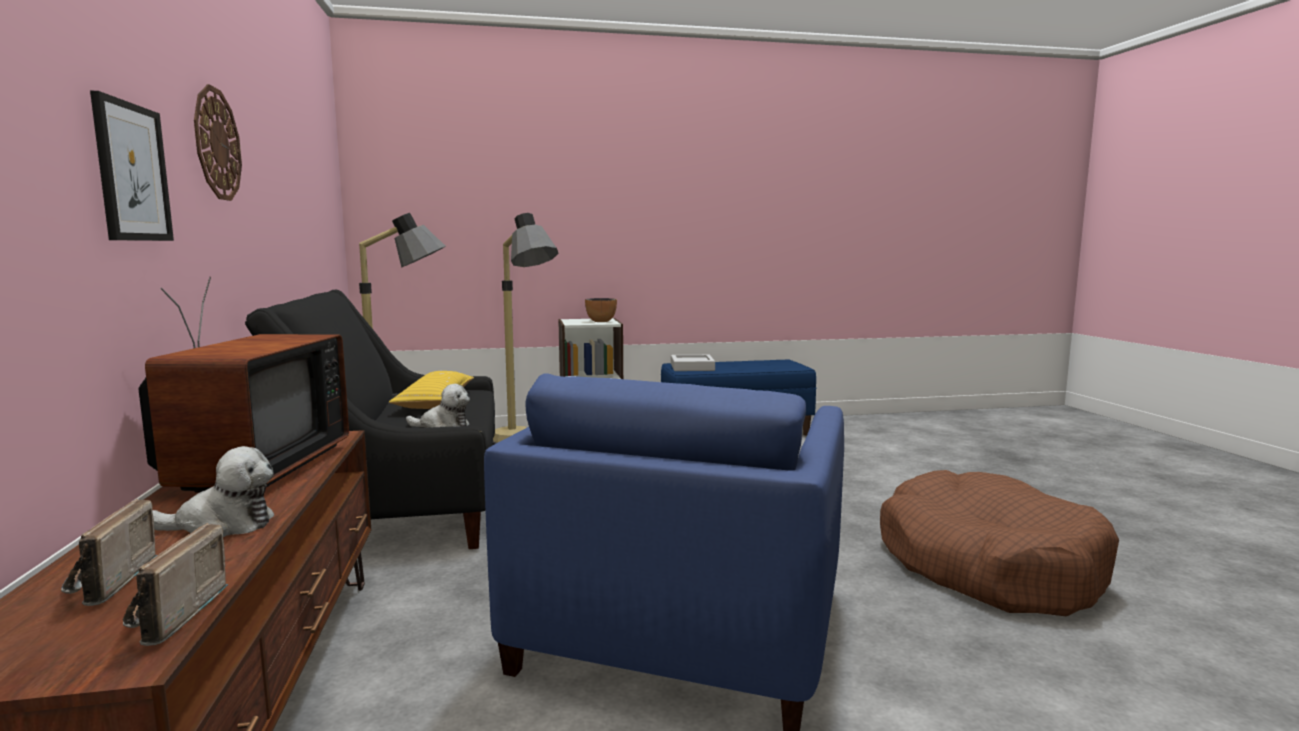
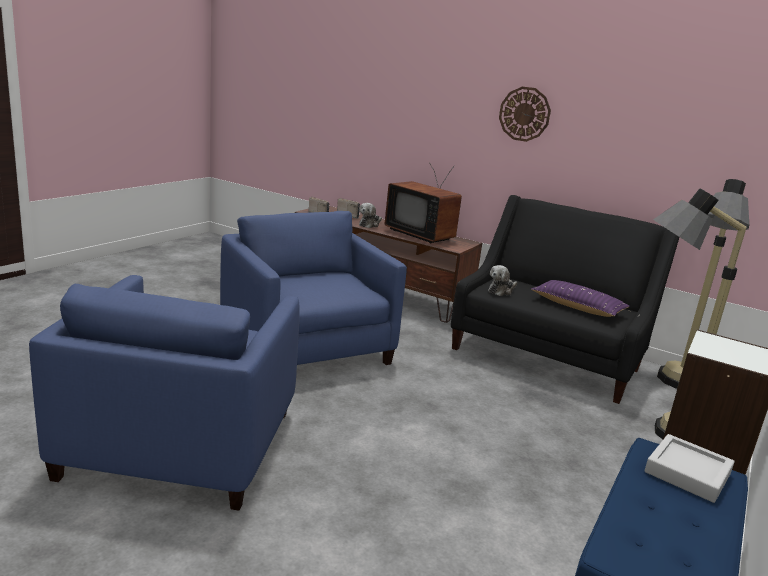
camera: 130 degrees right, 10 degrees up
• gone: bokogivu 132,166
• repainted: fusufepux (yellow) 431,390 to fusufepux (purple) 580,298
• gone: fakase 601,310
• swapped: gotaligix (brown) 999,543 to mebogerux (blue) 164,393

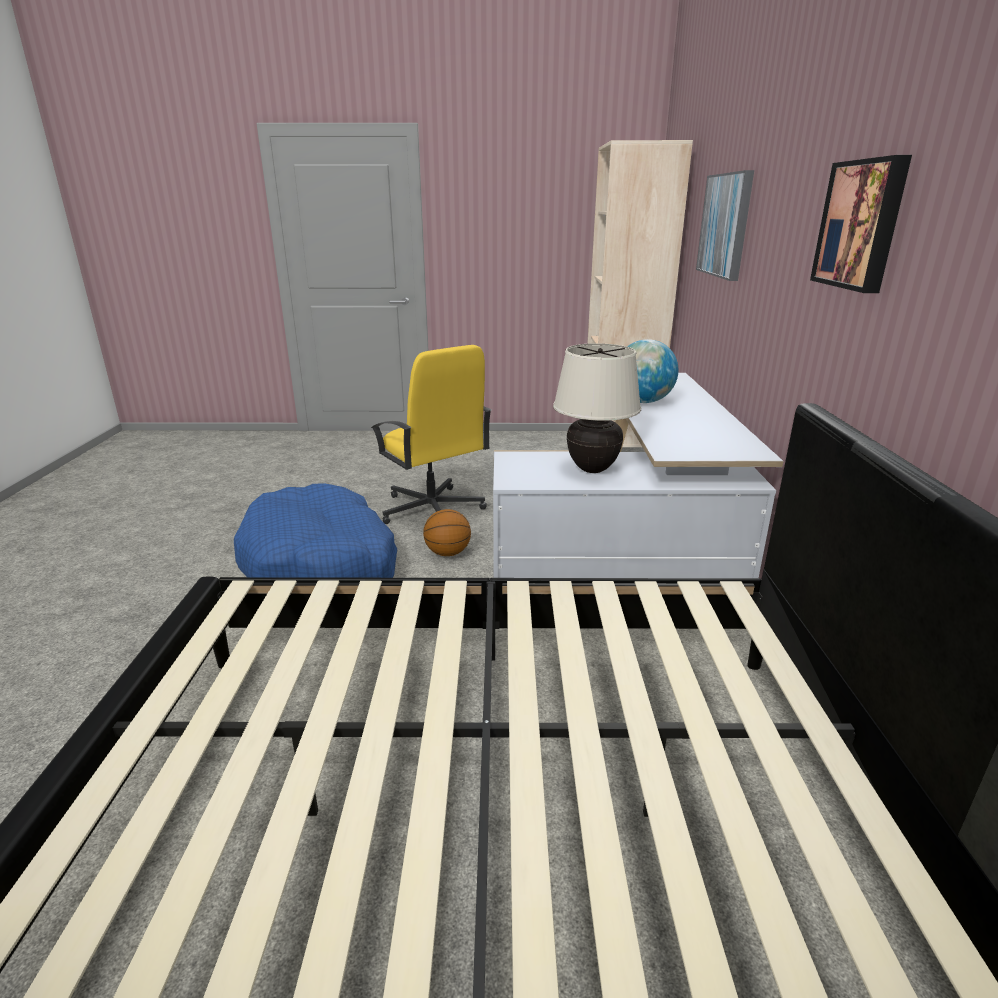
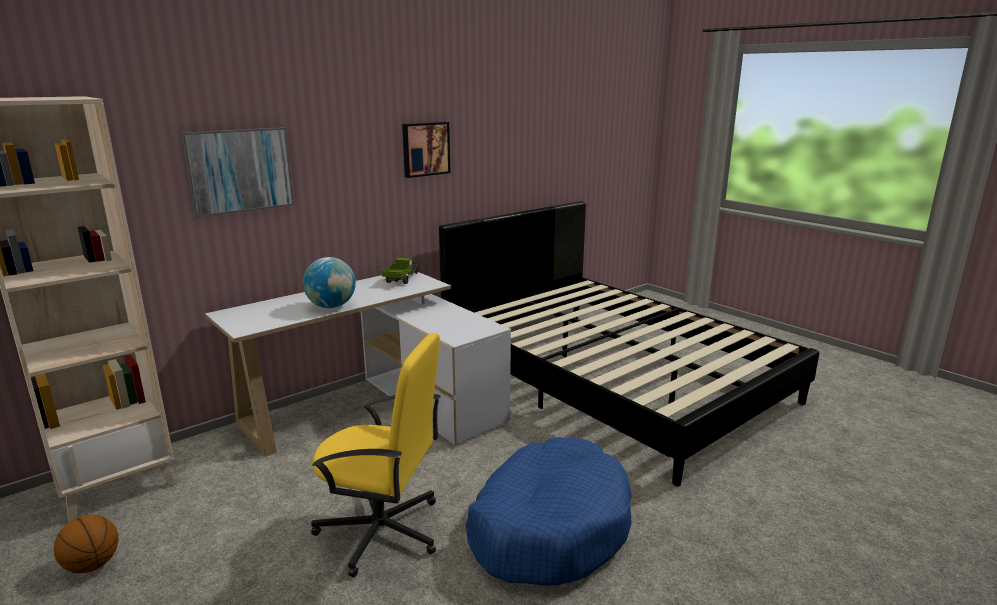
camera: 130 degrees left, 5 degrees down
• rotated: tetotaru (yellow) 431,434 = 376,455 90 degrees clockwise
• shifted: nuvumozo 447,532 to 86,544
• gone: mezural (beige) 597,408
• new: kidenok 400,271

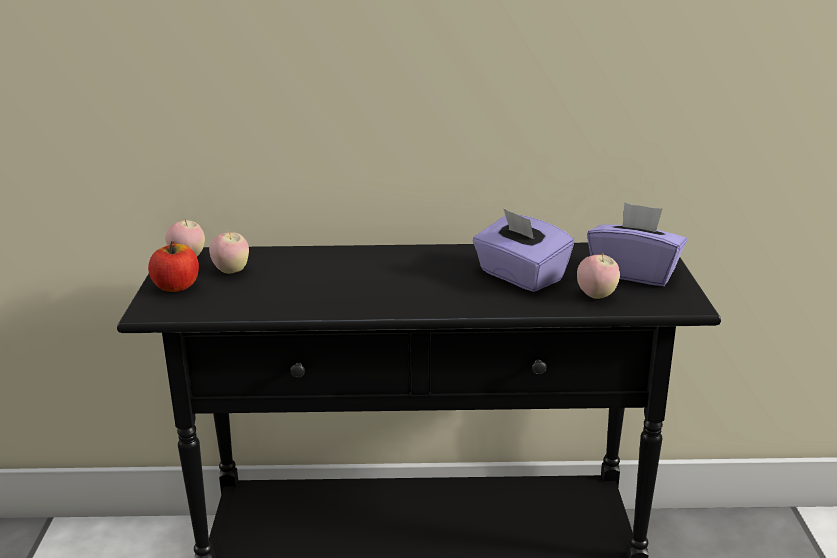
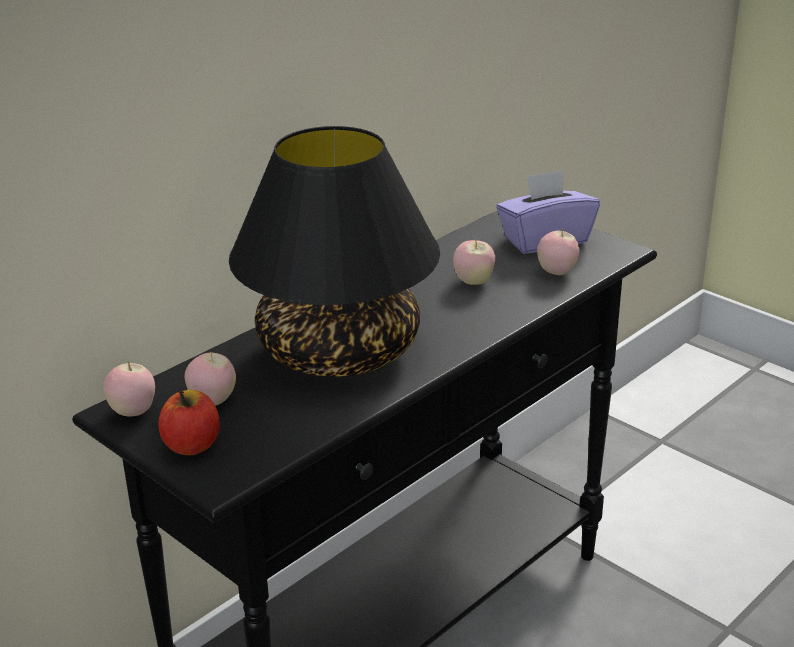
camera: 45 degrees left, 5 degrees up
• swapped: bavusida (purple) 523,250 to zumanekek 474,262
• new: mezural (black) 334,251

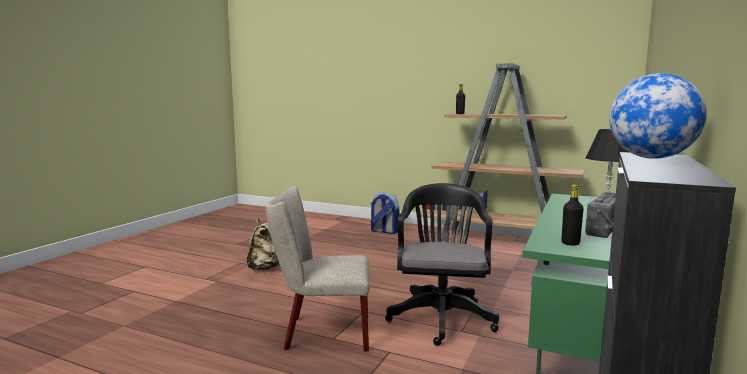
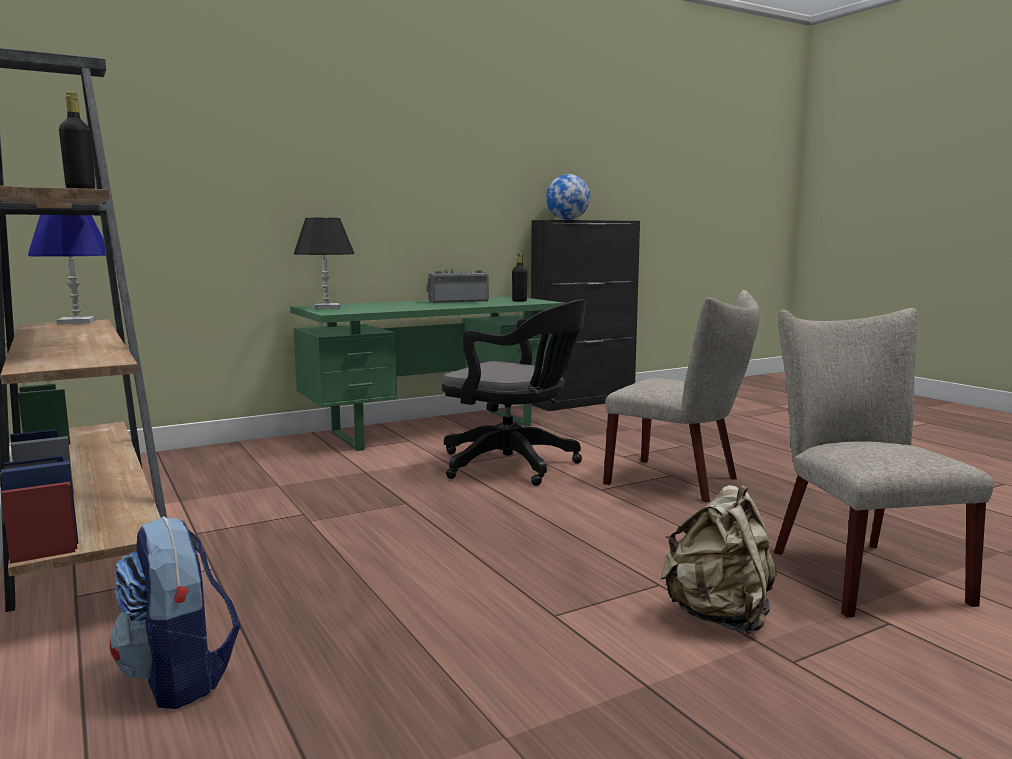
camera: 145 degrees left, 0 degrees up
• rotated: tetotaru (black) 442,264 = 514,392 105 degrees counterclockwise
• new: mezural (blue) 67,270
• new: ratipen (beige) 884,463

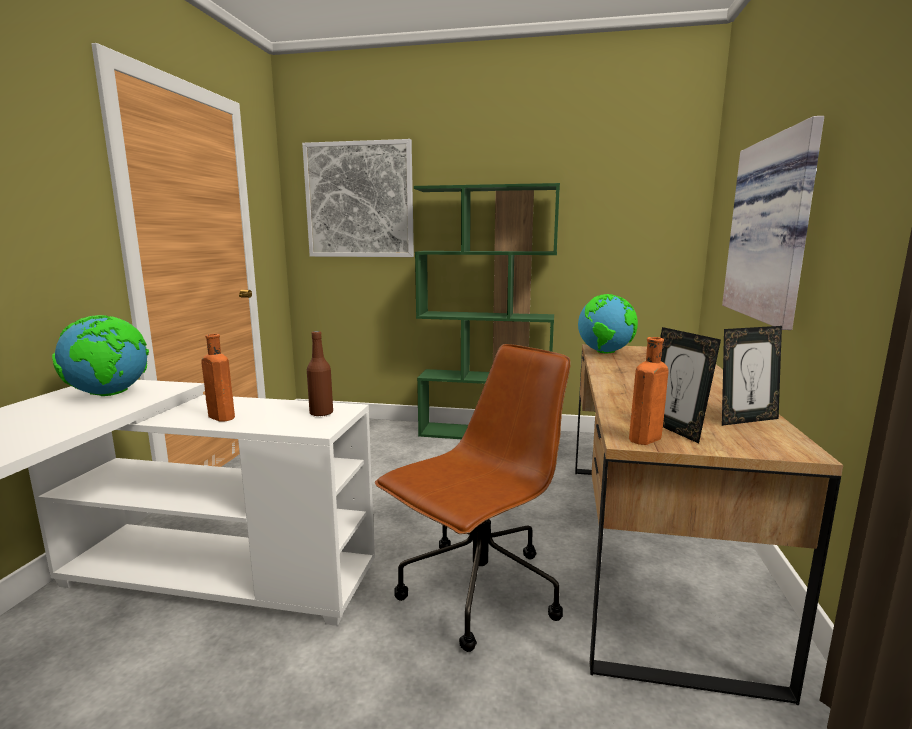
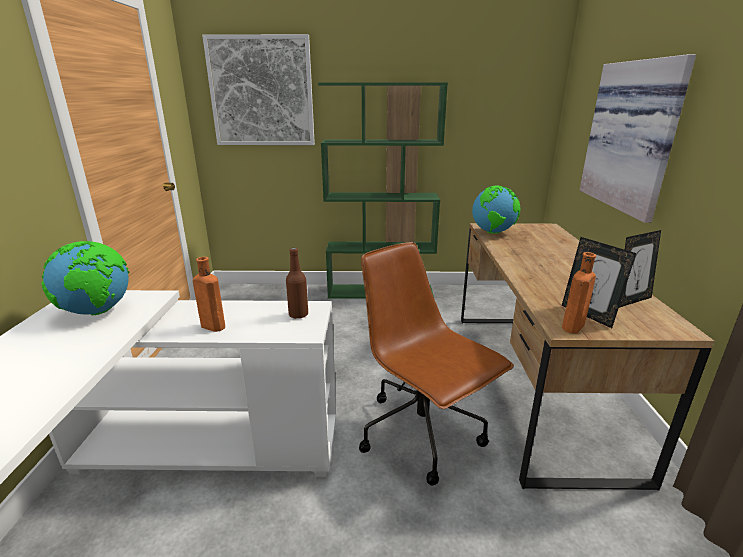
camera: 10 degrees left, 10 degrees up
• rotated: tetotaru (brown) 473,498 = 436,364 75 degrees counterclockwise

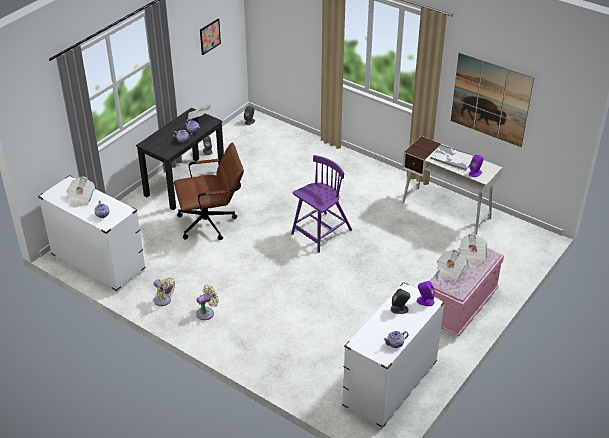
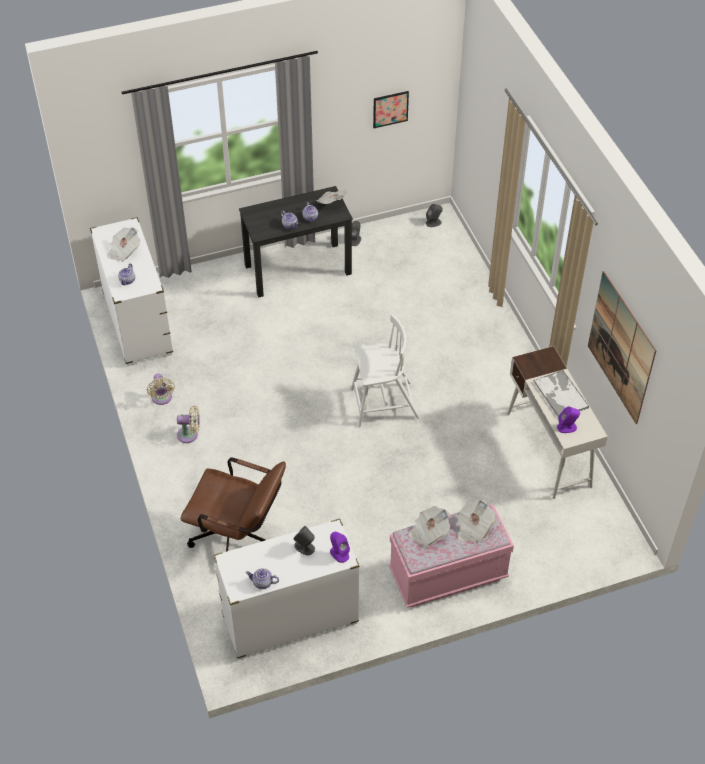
camera: 35 degrees right, 10 degrees up
• shifted: tetotaru (brown) 209,191 to 233,504
• repainted: ratipen (purple) 321,204 to ratipen (white) 385,370

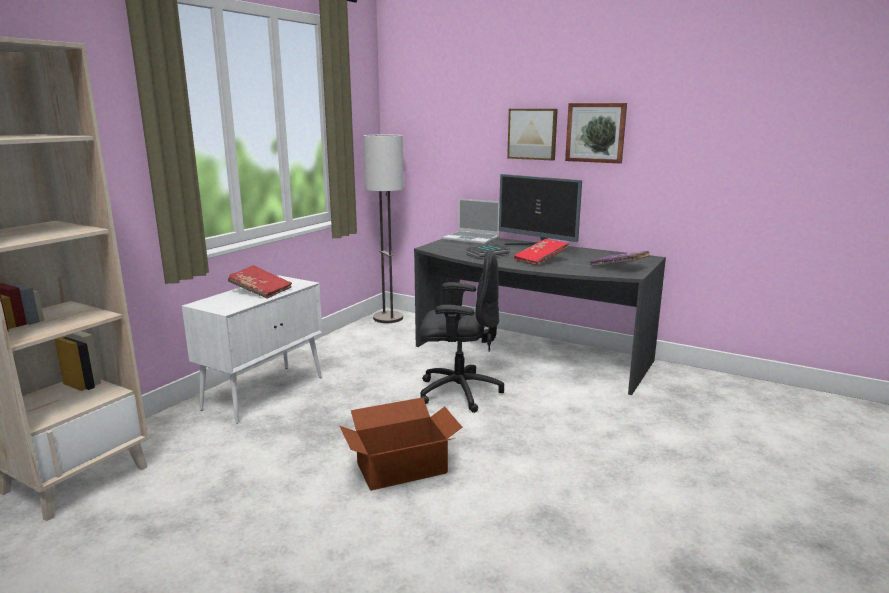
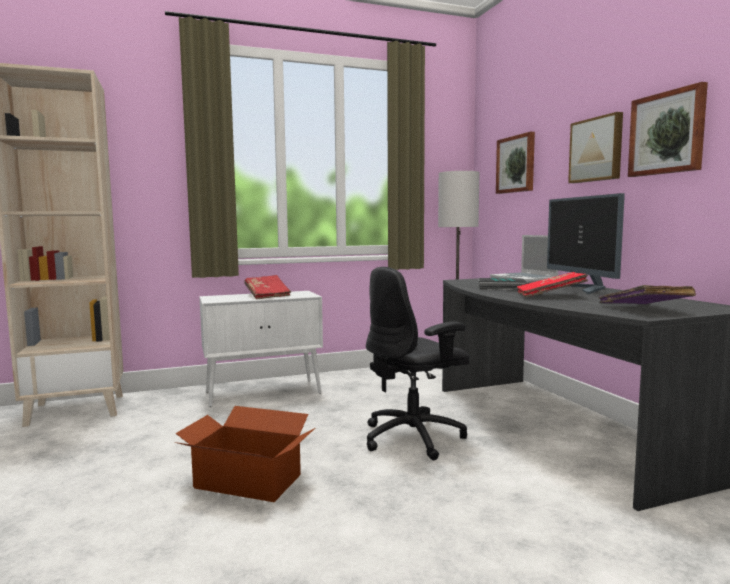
camera: 40 degrees right, 10 degrees down
• rotated: tetotaru (black) 462,331 = 418,363 105 degrees clockwise
• new: bokogivu 515,163

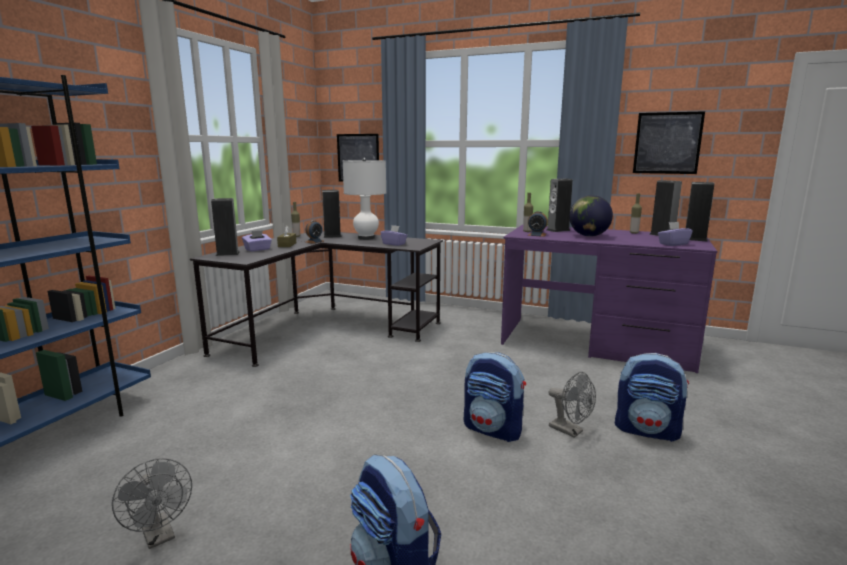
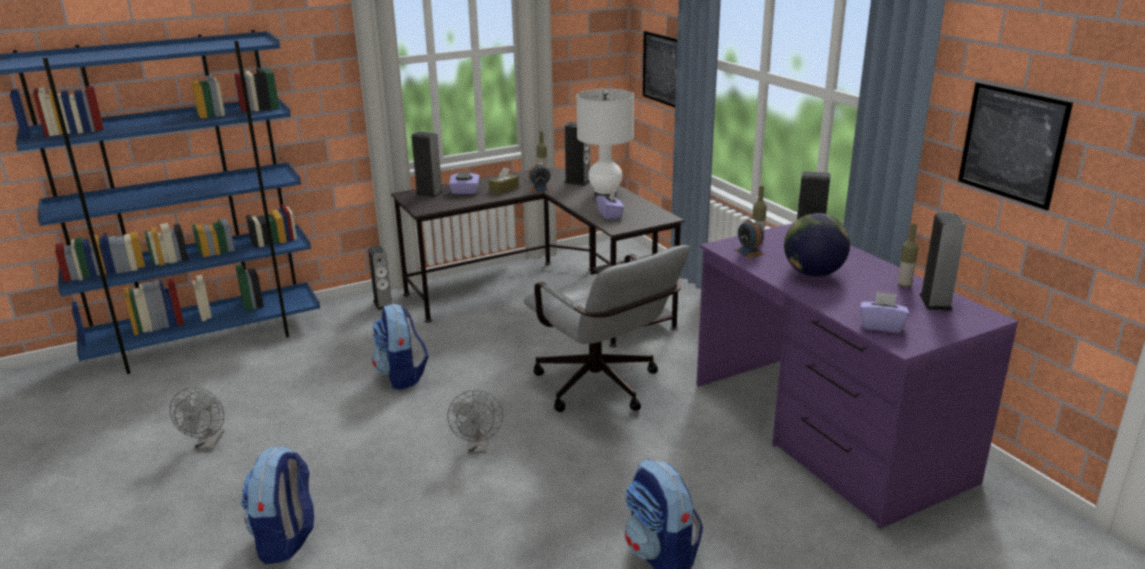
camera: 40 degrees right, 10 degrees up
• shifted: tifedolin 495,397 to 400,347
• shifted: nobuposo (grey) 572,405 to 475,422
• shifted: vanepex 700,212 to 380,277
• new: tetotaru (grey) 607,328

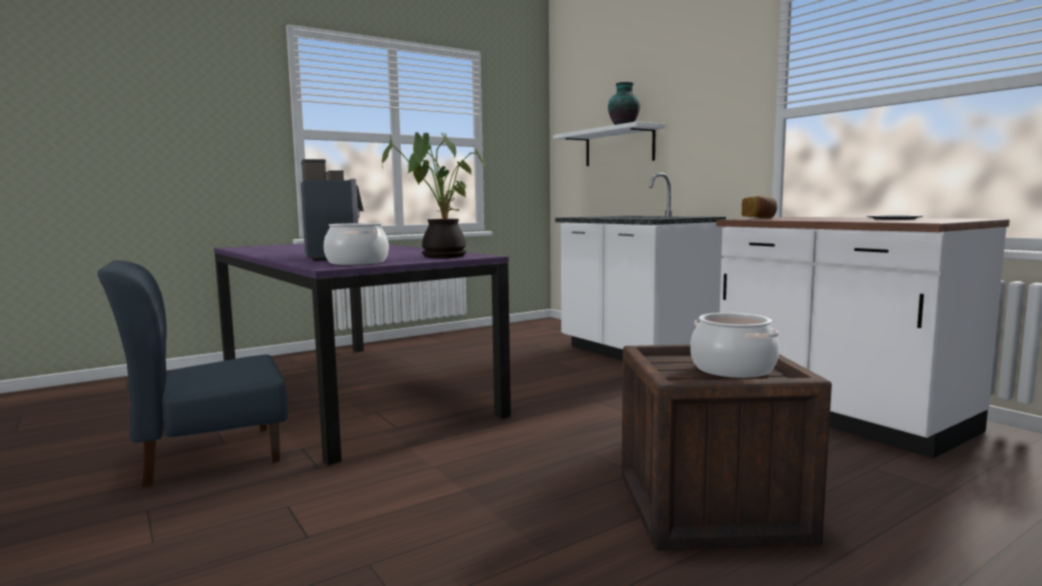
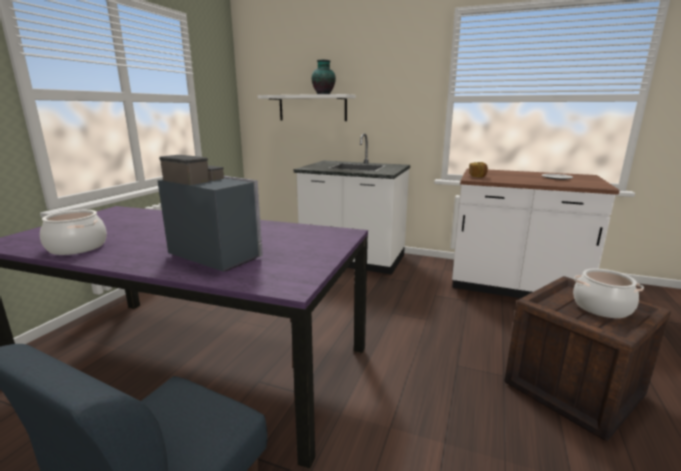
camera: 35 degrees left, 10 degrees up
• shifted: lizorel 356,244 to 73,232
• gone: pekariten 433,195

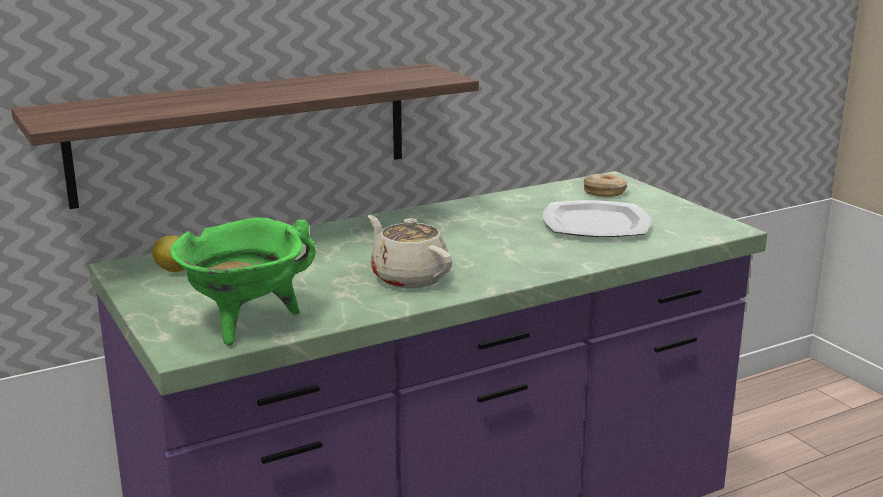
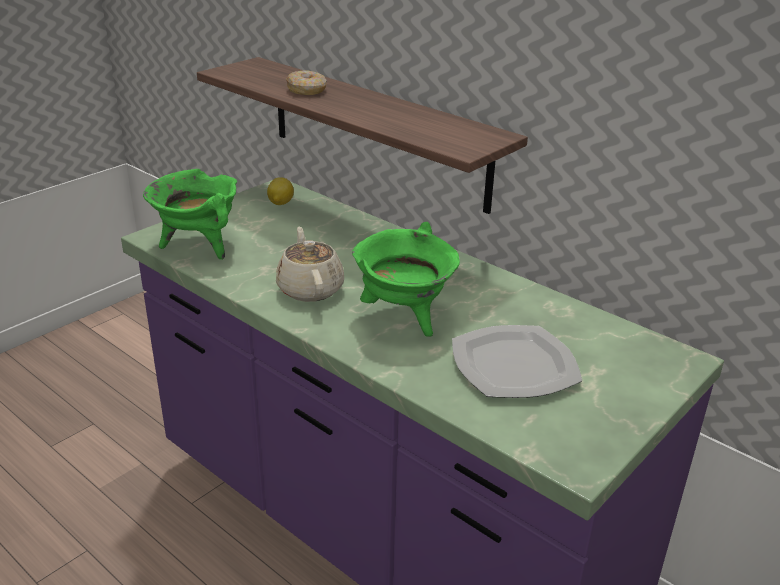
camera: 70 degrees right, 10 degrees up
• rotated: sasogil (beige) 409,251 = 310,264 45 degrees counterclockwise
• shifted: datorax 605,185 to 306,82
• new: lizorel (green) 406,279

